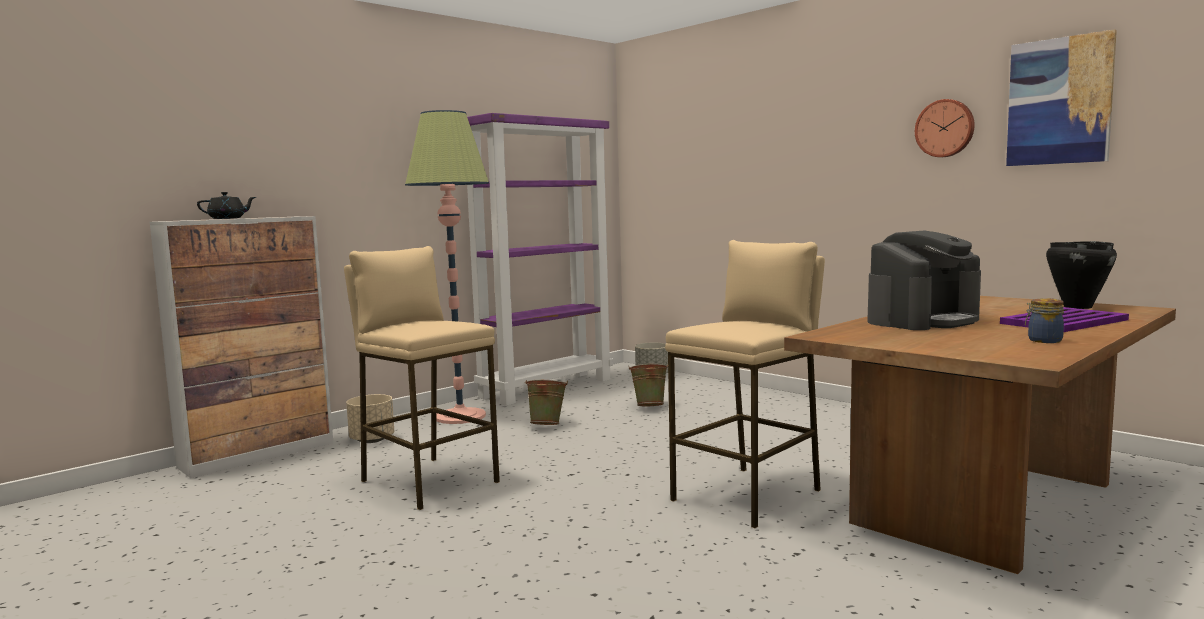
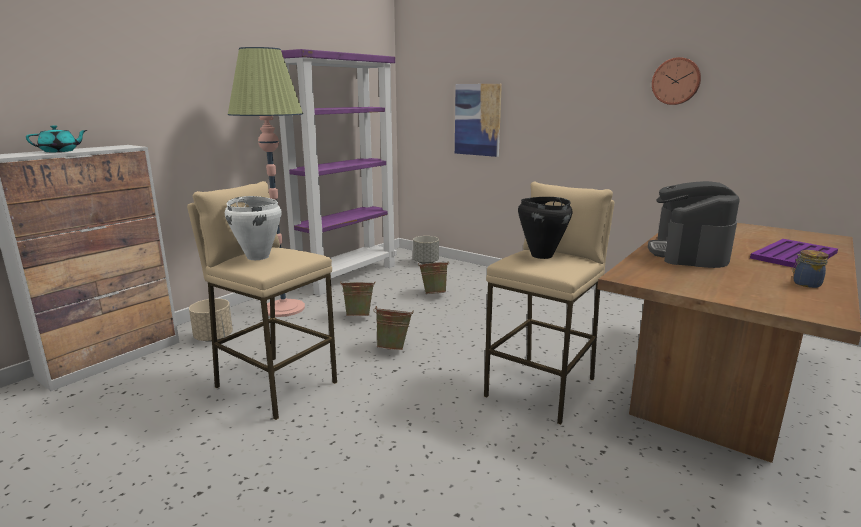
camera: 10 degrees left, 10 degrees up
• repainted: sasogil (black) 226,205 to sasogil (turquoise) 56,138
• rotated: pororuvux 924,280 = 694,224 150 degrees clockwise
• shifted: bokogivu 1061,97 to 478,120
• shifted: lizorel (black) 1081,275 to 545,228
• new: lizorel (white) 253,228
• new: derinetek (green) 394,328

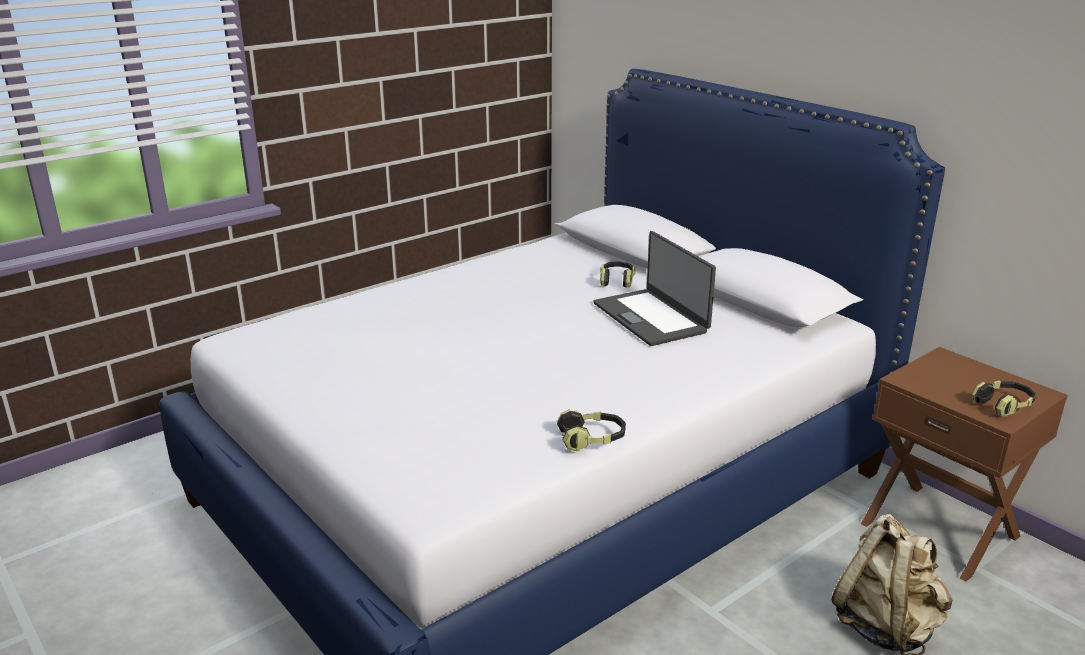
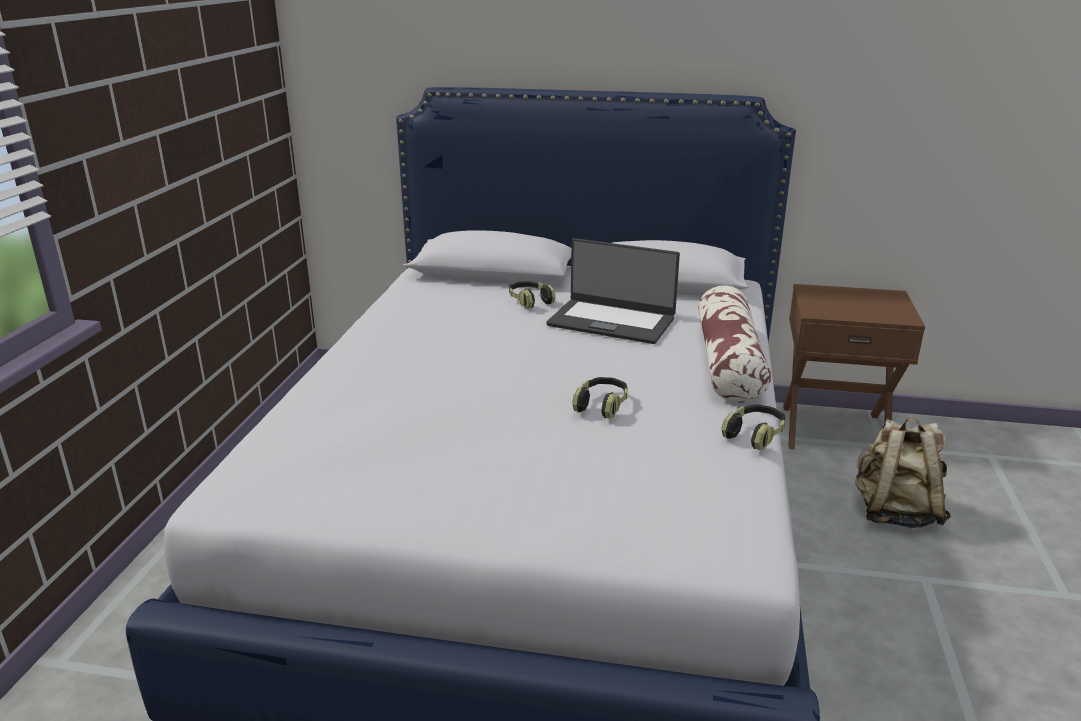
camera: 40 degrees left, 0 degrees up
• shifted: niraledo 1004,398 to 600,397
• new: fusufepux 734,344

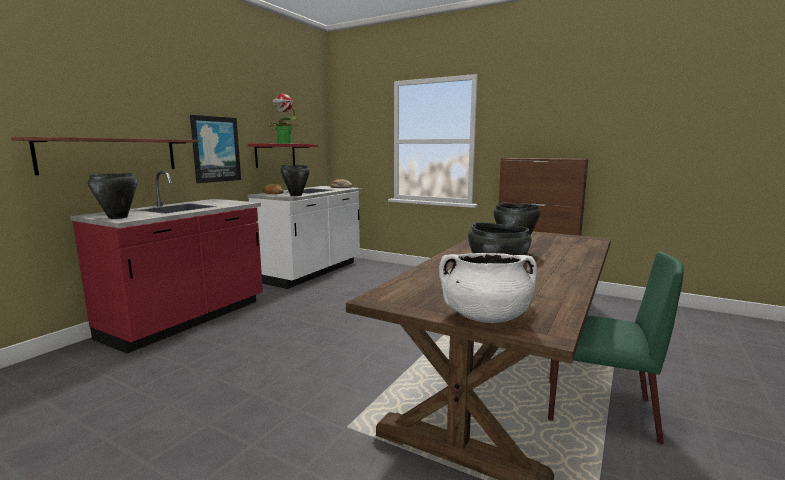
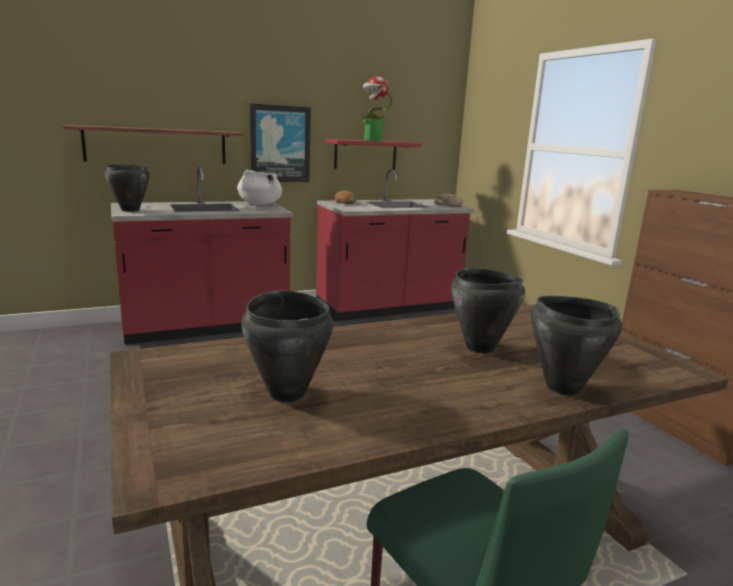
camera: 35 degrees right, 5 degrees up
• repainted: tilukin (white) 305,226 to tilukin (red) 395,244
• shifted: lizorel (black) 295,180 to 576,346
• shifted: lizorel (white) 488,288 to 259,187

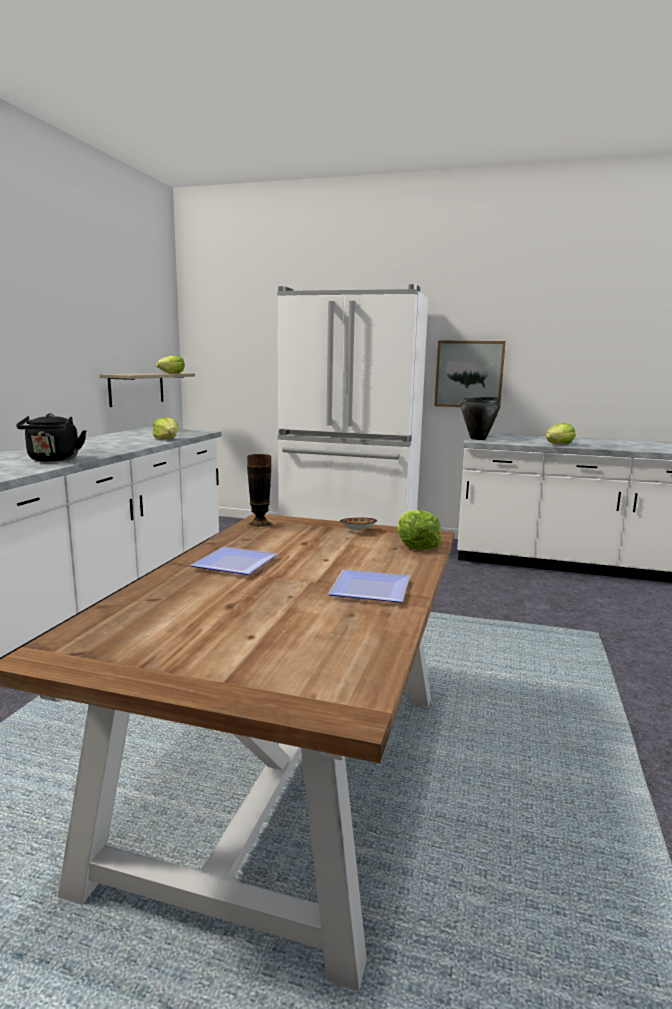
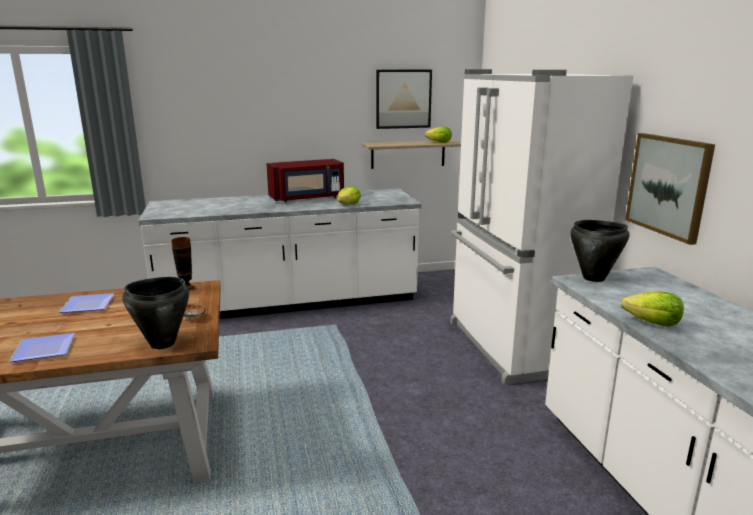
camera: 60 degrees right, 5 degrees up
• gone: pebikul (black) 51,437
• swapped: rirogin 419,529 to lizorel (black) 156,313
• new: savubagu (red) 305,181
• new: bokogivu 404,99

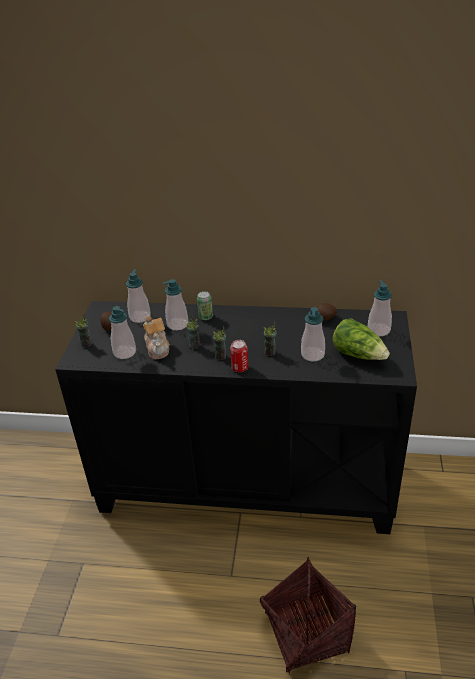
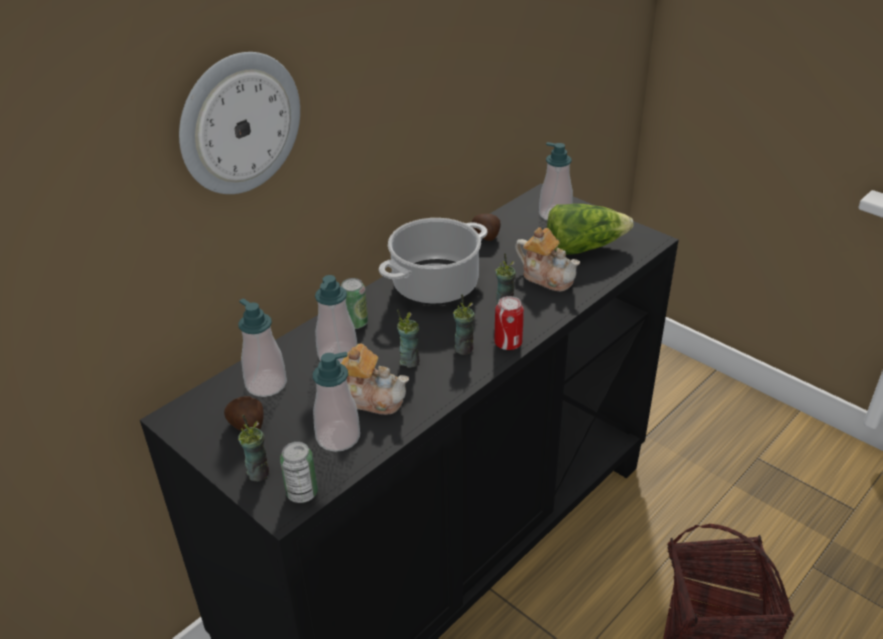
camera: 55 degrees left, 0 degrees up
• swapped: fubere 313,334 to sasogil 547,259
• new: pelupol 239,123
• new: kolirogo 299,472
• new: lizorel 433,262

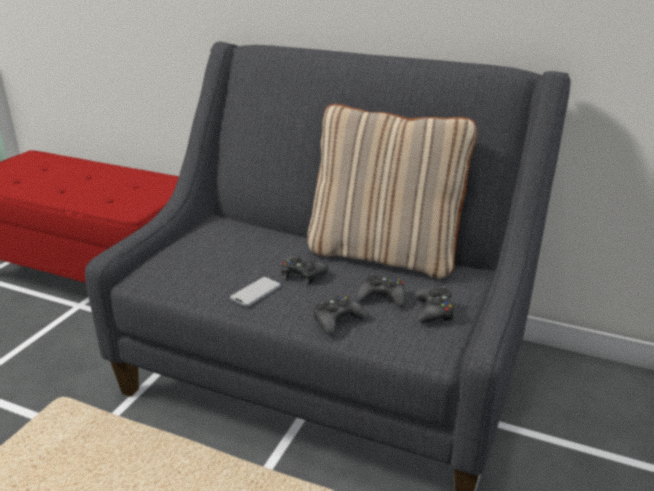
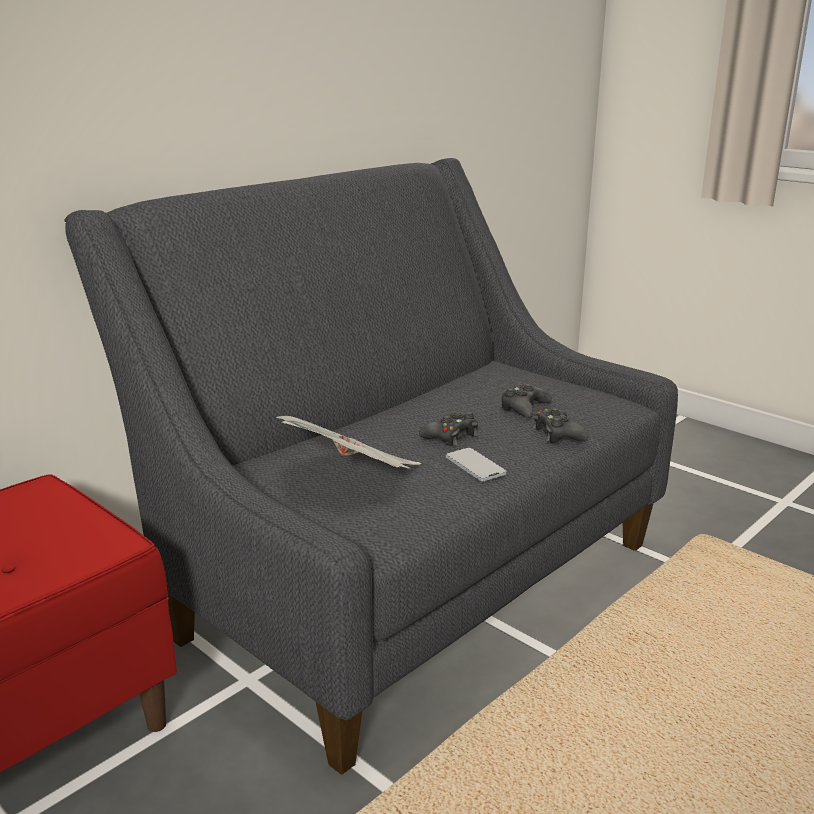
camera: 70 degrees left, 5 degrees down
• gone: fusufepux (beige) 392,191
• gone: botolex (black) 434,304
• new: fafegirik 349,442

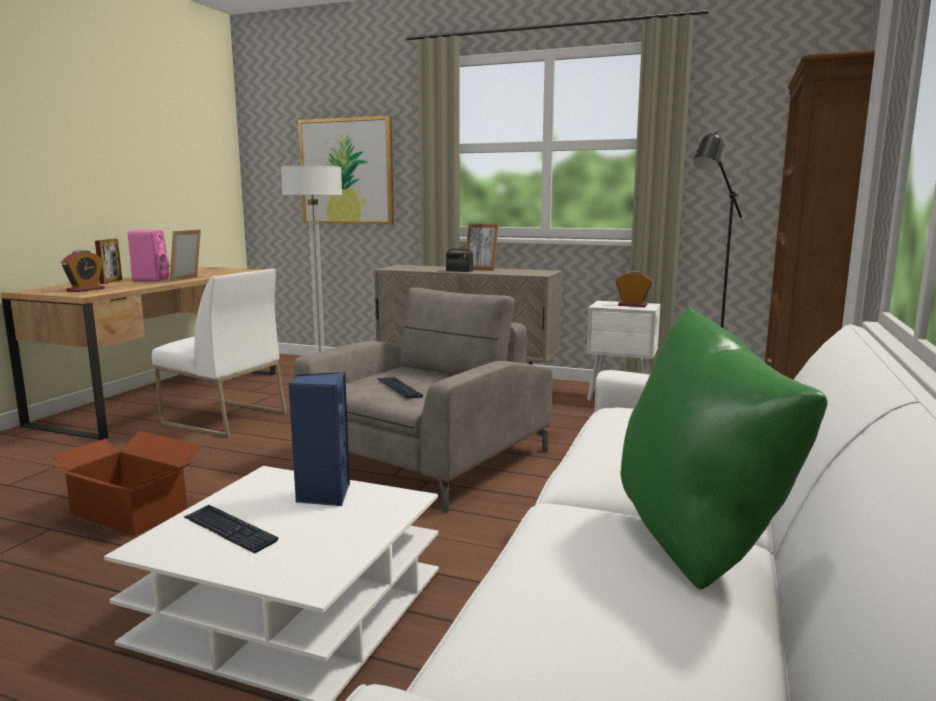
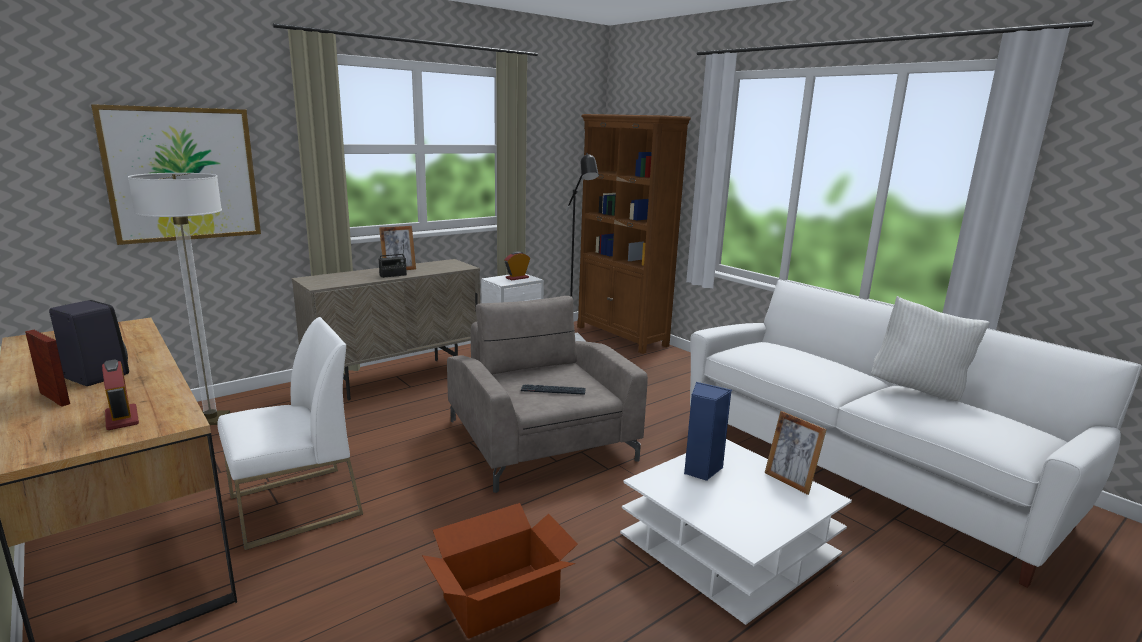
camera: 60 degrees left, 5 degrees up
• repainted: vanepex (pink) 148,255 to vanepex (black) 89,343
• shifted: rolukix 185,255 to 796,453
• gone: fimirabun 231,529
• repainted: fusufepux (green) 724,447 to fusufepux (white) 930,348

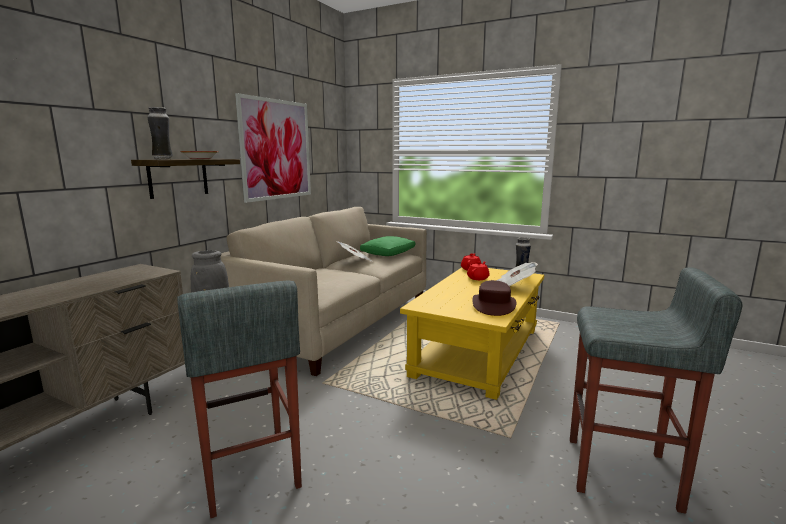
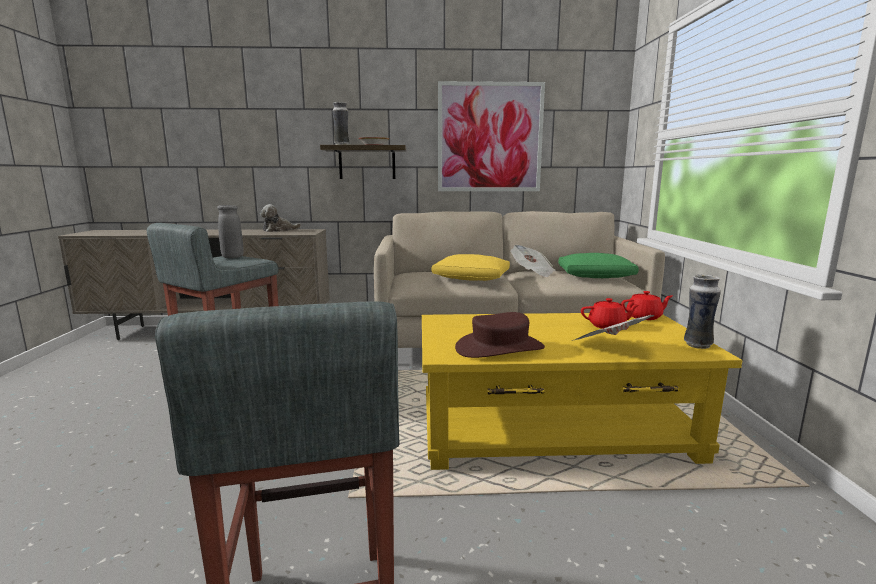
camera: 60 degrees right, 0 degrees up
• new: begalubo 280,218
• new: fusufepux (yellow) 471,267

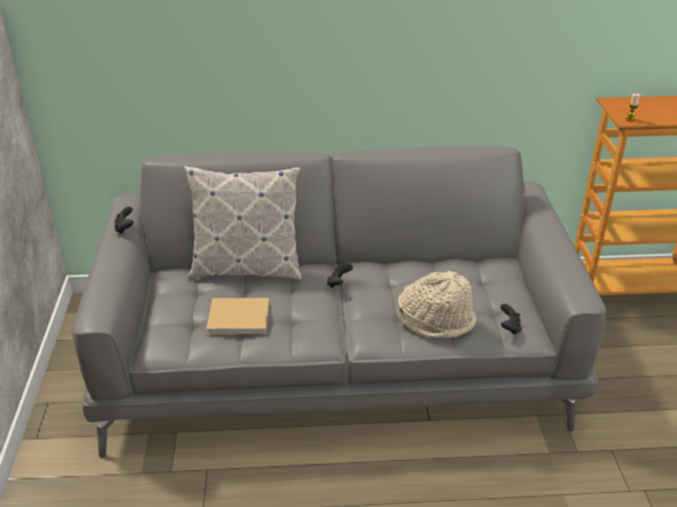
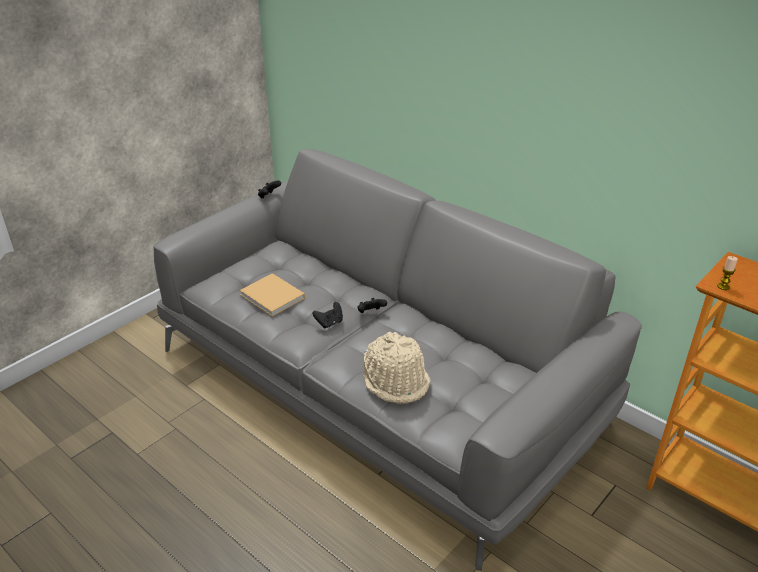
camera: 45 degrees right, 0 degrees up
• gone: fusufepux 243,223
• shifted: botolex (black) 510,319 to 327,315

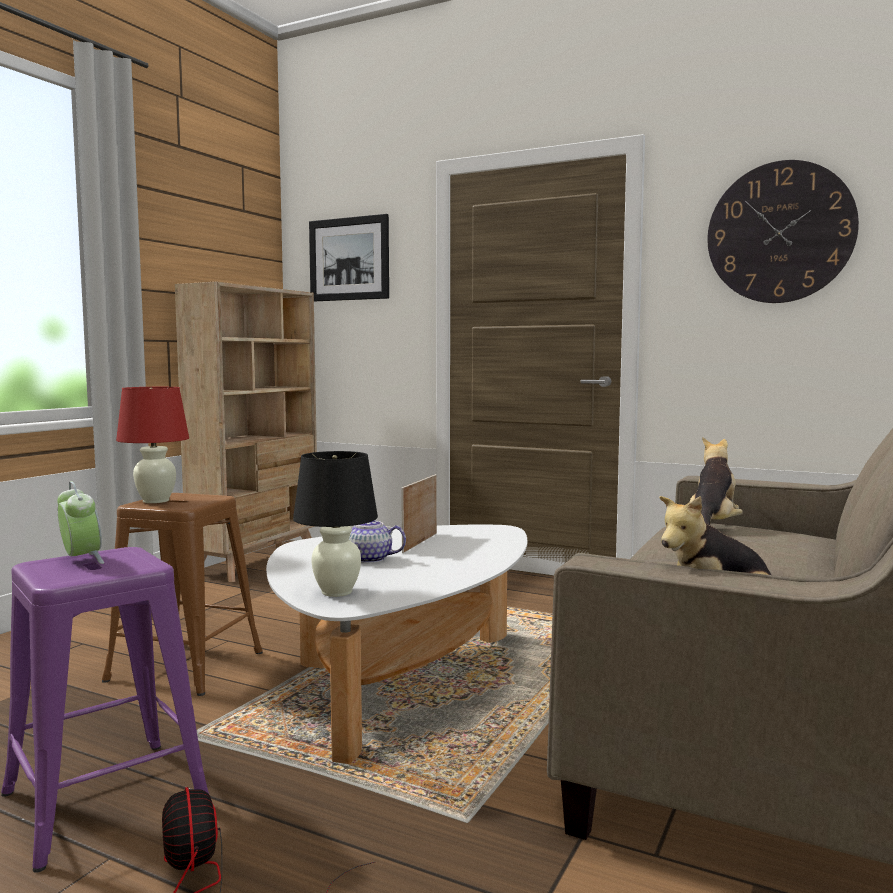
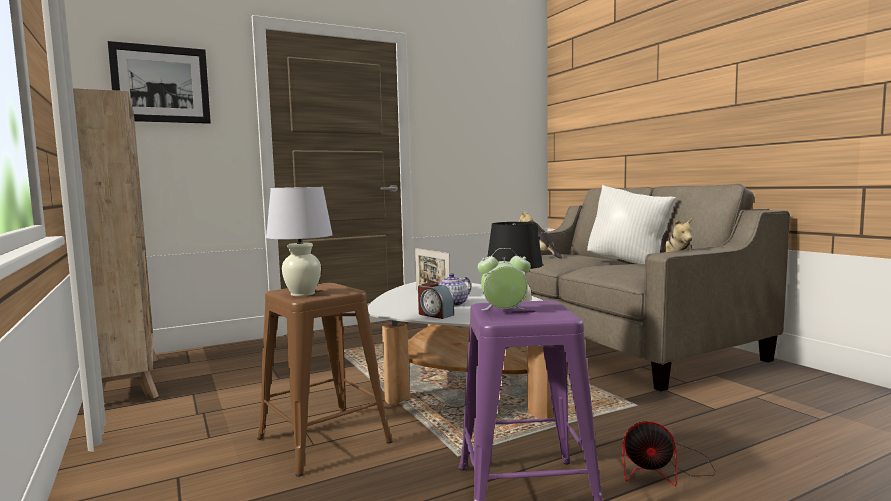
camera: 55 degrees left, 0 degrees up
• repainted: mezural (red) 152,445 to mezural (white) 299,241
• gone: pelupol 783,231
• new: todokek 436,301
• new: fusufepux (white) 631,225

